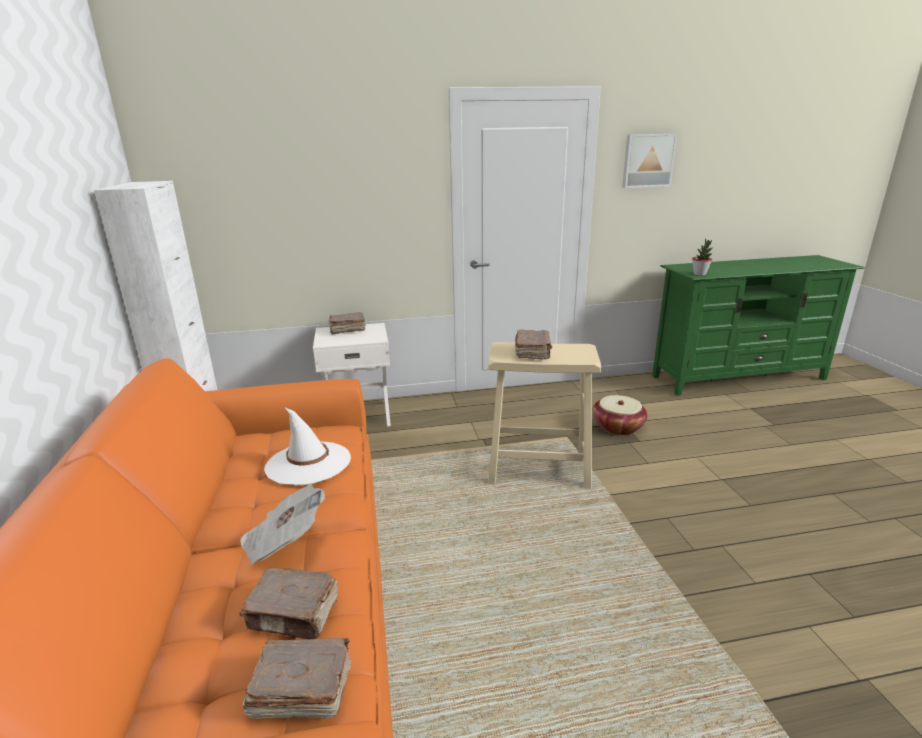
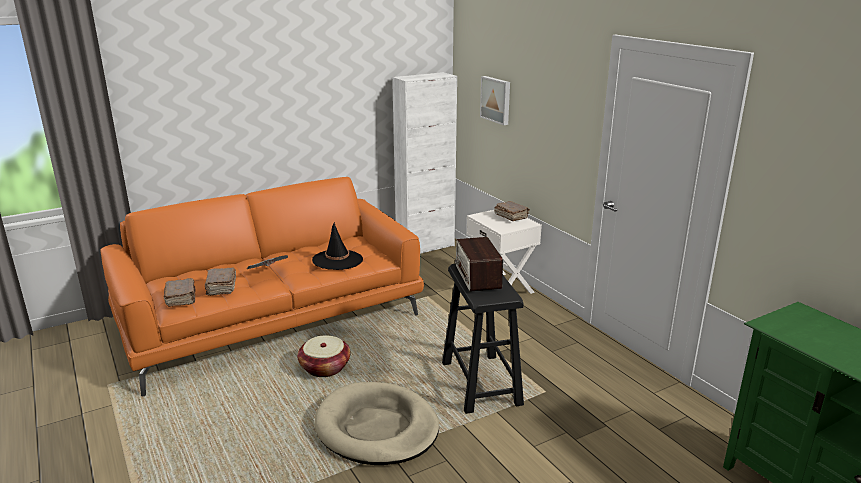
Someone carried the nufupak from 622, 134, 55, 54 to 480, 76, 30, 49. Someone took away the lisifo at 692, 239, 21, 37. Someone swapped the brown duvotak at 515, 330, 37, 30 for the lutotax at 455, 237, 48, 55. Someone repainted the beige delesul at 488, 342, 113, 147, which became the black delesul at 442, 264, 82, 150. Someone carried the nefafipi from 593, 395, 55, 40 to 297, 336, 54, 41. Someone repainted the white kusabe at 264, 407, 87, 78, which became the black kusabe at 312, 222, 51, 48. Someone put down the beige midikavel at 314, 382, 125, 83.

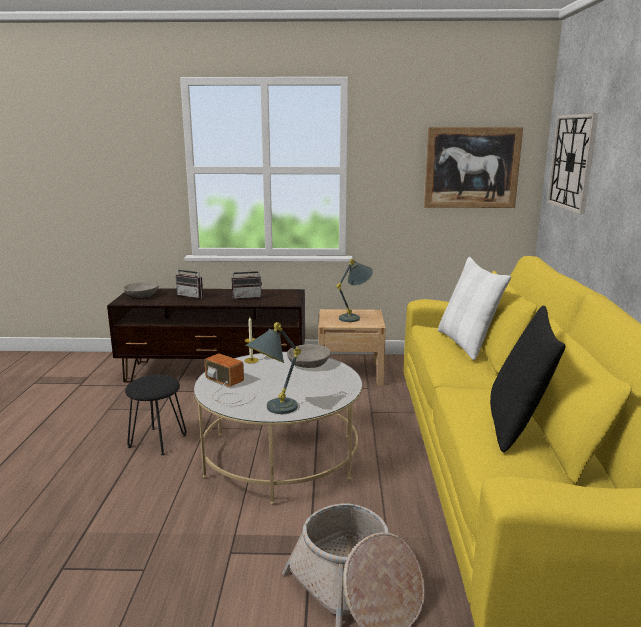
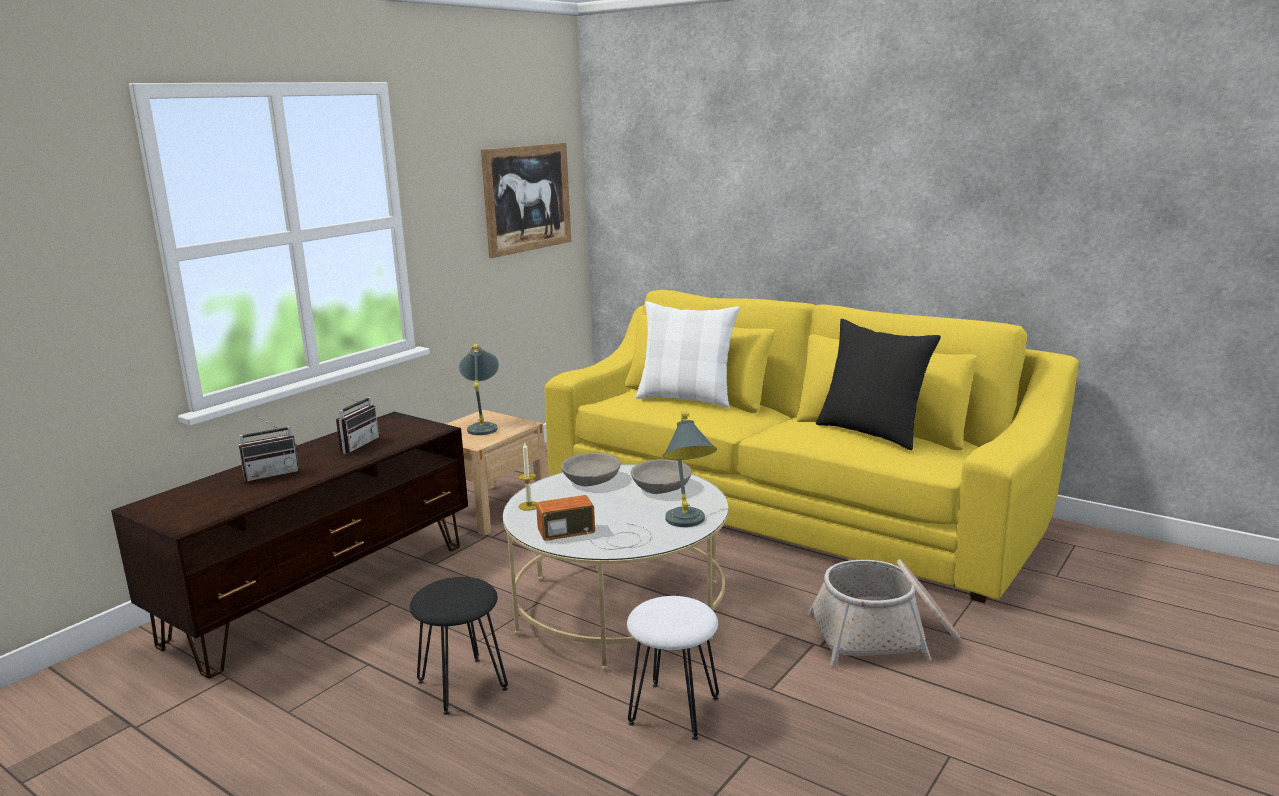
Someone took away the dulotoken at 547, 113, 51, 101. Someone carried the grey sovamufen from 123, 281, 36, 17 to 631, 459, 61, 35. Someone put down the white delesul at 627, 596, 92, 144.

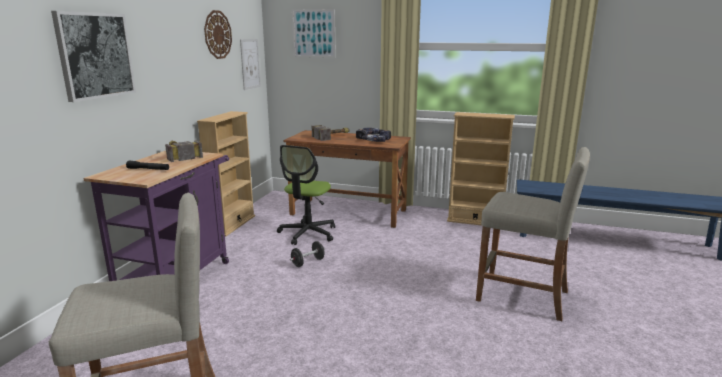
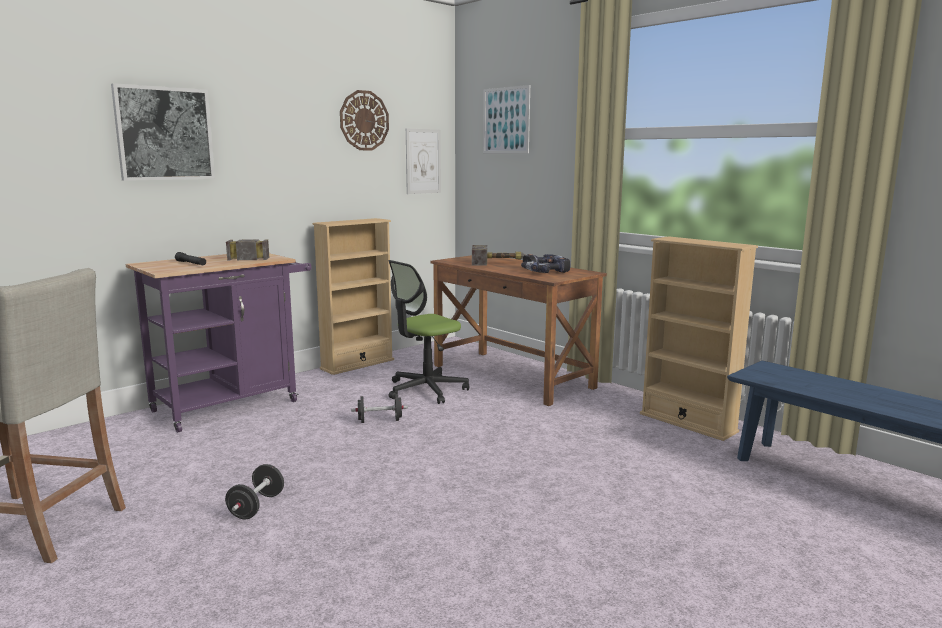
Someone took away the beige delesul at 476, 147, 114, 174. Someone put down the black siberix at 225, 464, 59, 55.

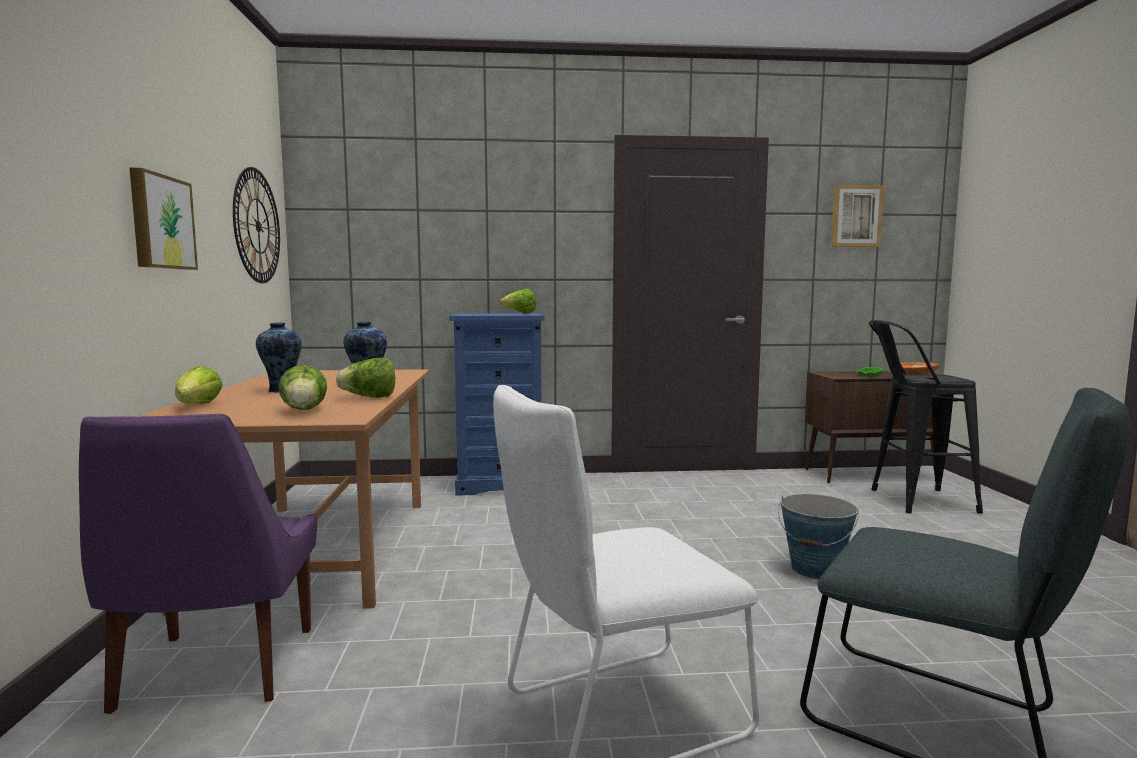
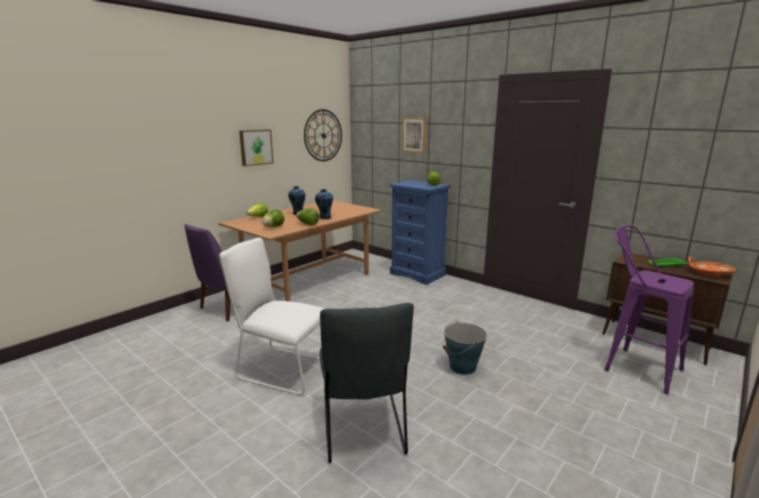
Someone carried the nufupak from 831, 185, 53, 62 to 402, 117, 25, 37. Someone repainted the black delesul at 869, 320, 114, 194, which became the purple delesul at 604, 225, 90, 169.

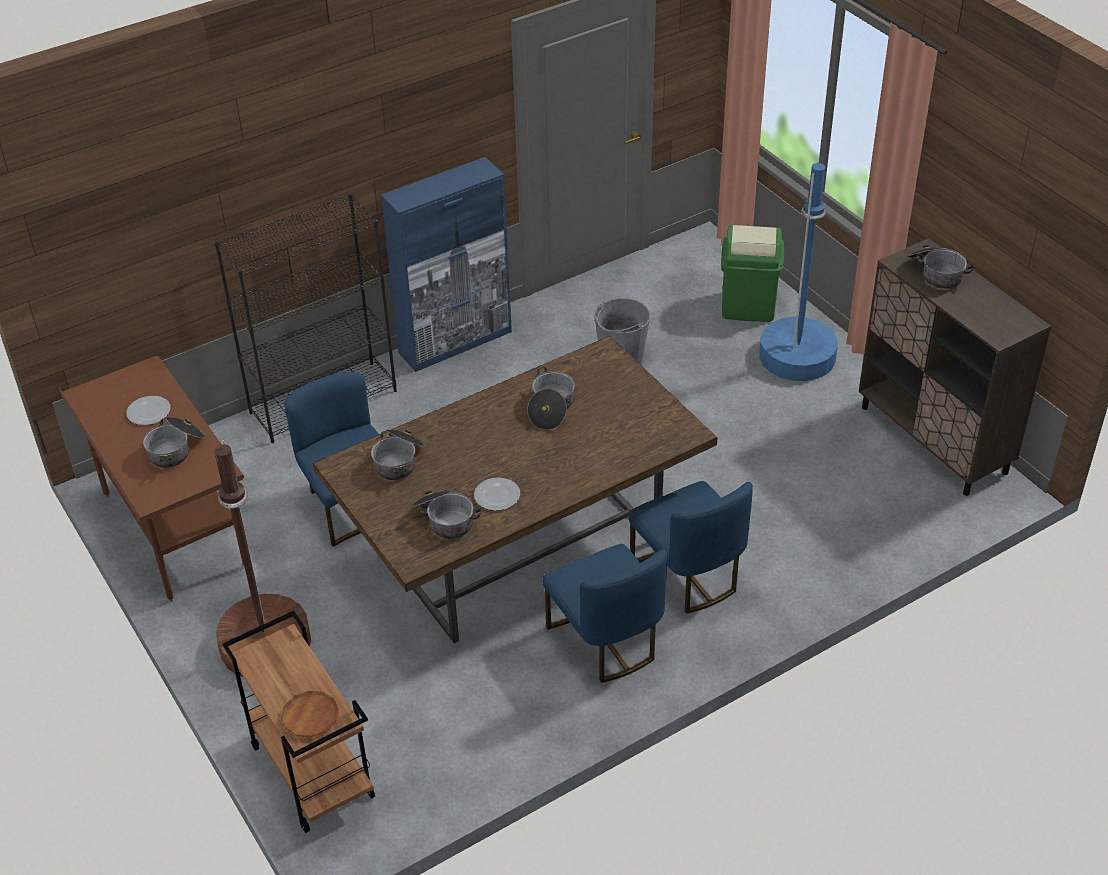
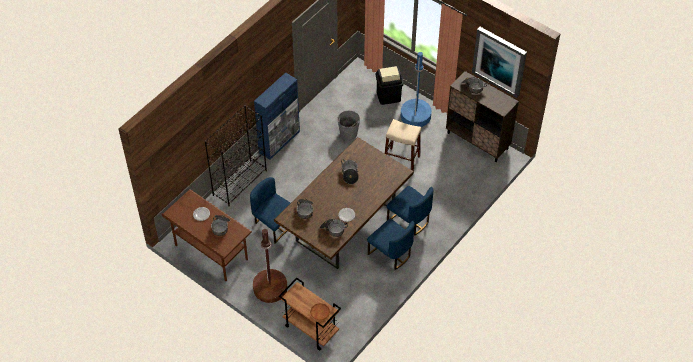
Someone repainted the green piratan at 721, 225, 63, 97, which became the black piratan at 376, 66, 27, 39. Someone put up the nufupak at 472, 27, 55, 71. Someone put down the beige delesul at 385, 119, 36, 52.

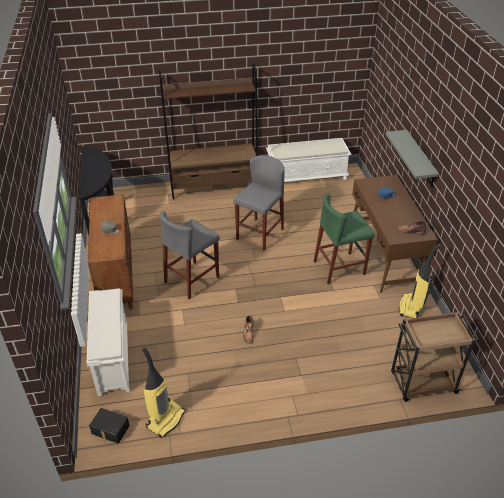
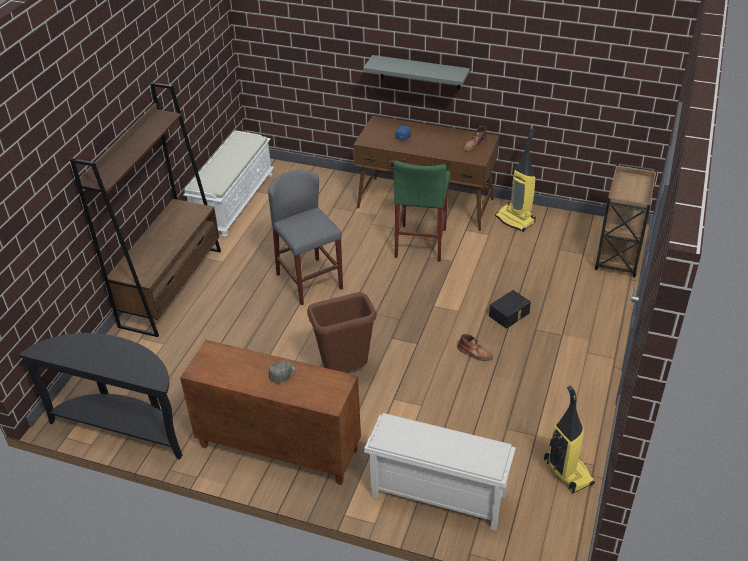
Someone swapped the grey delesul at 160, 211, 60, 89 for the brown piratan at 307, 292, 69, 80. Someone carried the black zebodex from 89, 408, 41, 36 to 489, 290, 42, 39.

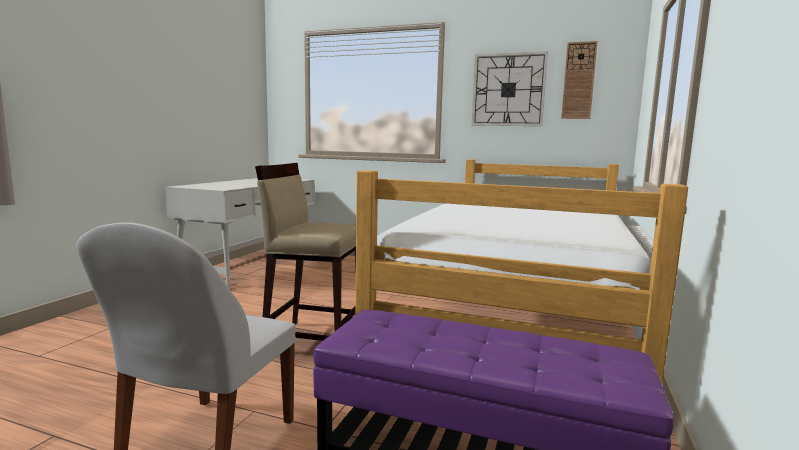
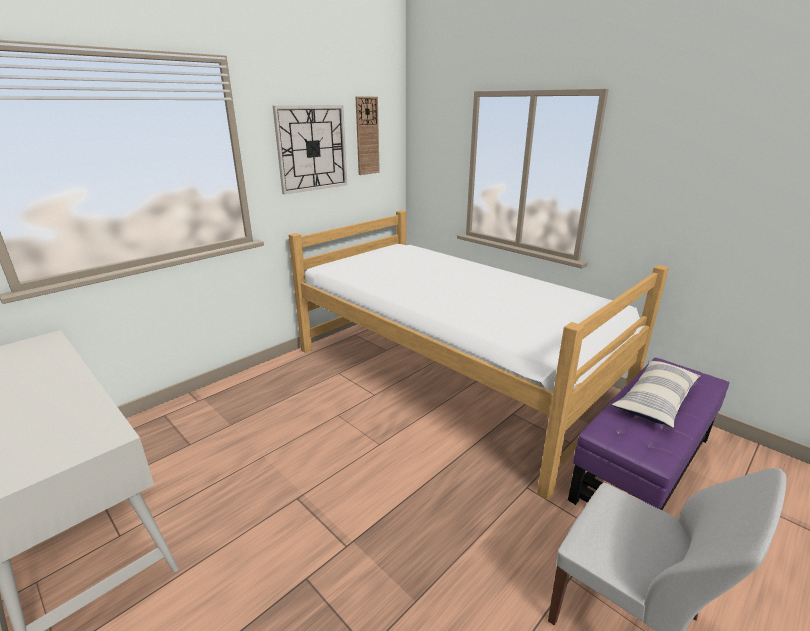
Someone took away the beige delesul at 255, 163, 101, 178. Someone put down the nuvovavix at 612, 360, 89, 68.

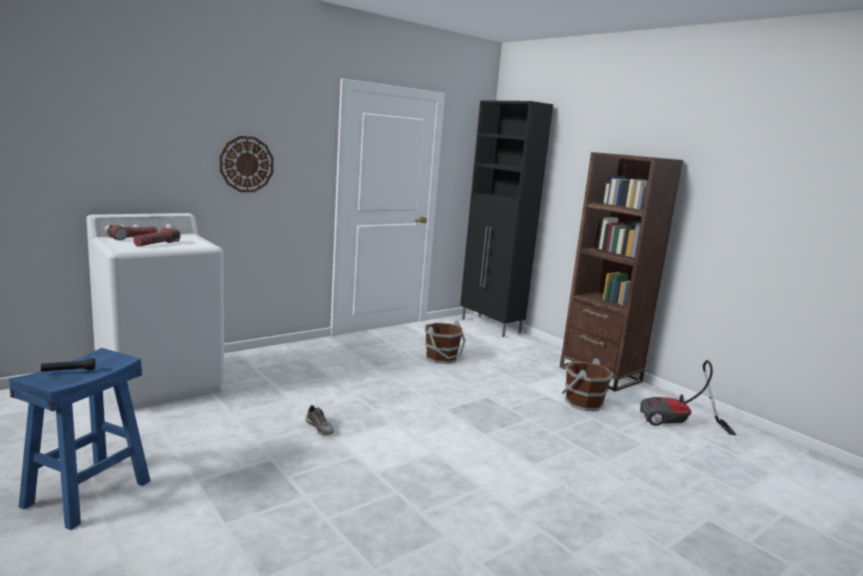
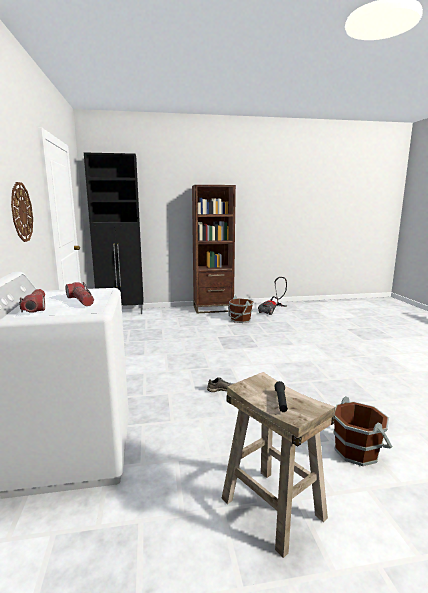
Someone carried the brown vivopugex from 425, 320, 41, 44 to 333, 396, 59, 70. Someone repainted the blue delesul at 9, 348, 142, 182, which became the beige delesul at 221, 372, 114, 186.

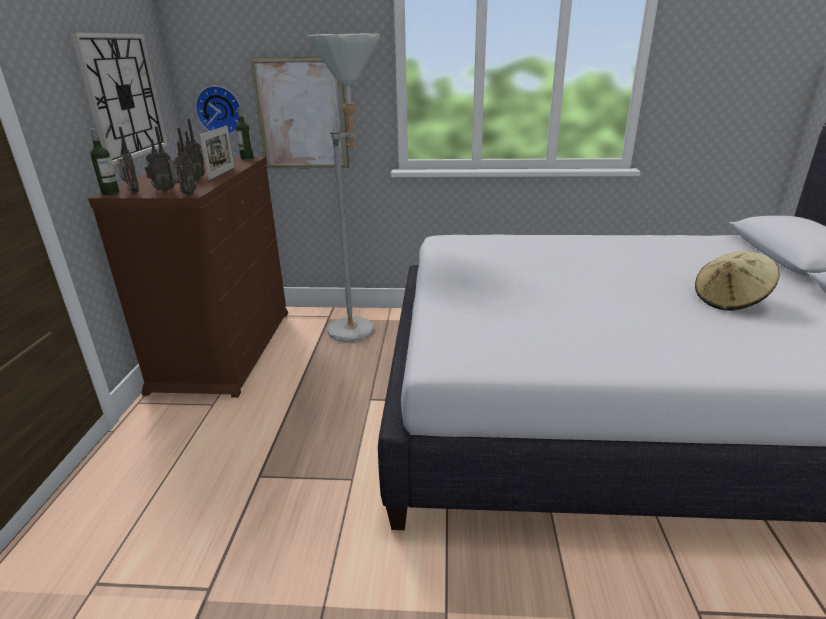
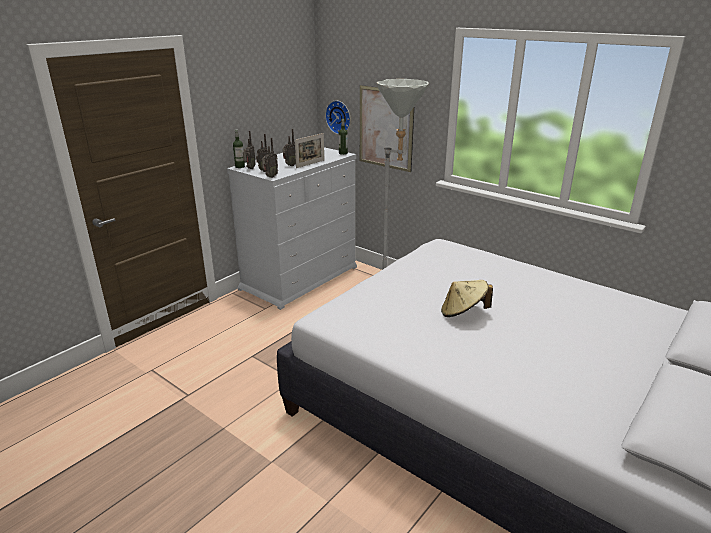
Someone took away the dulotoken at 70, 32, 98, 134. Someone repainted the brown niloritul at 88, 157, 200, 241, which became the white niloritul at 227, 147, 130, 163. Someone carried the beige kusabe from 695, 251, 84, 60 to 441, 280, 52, 37.

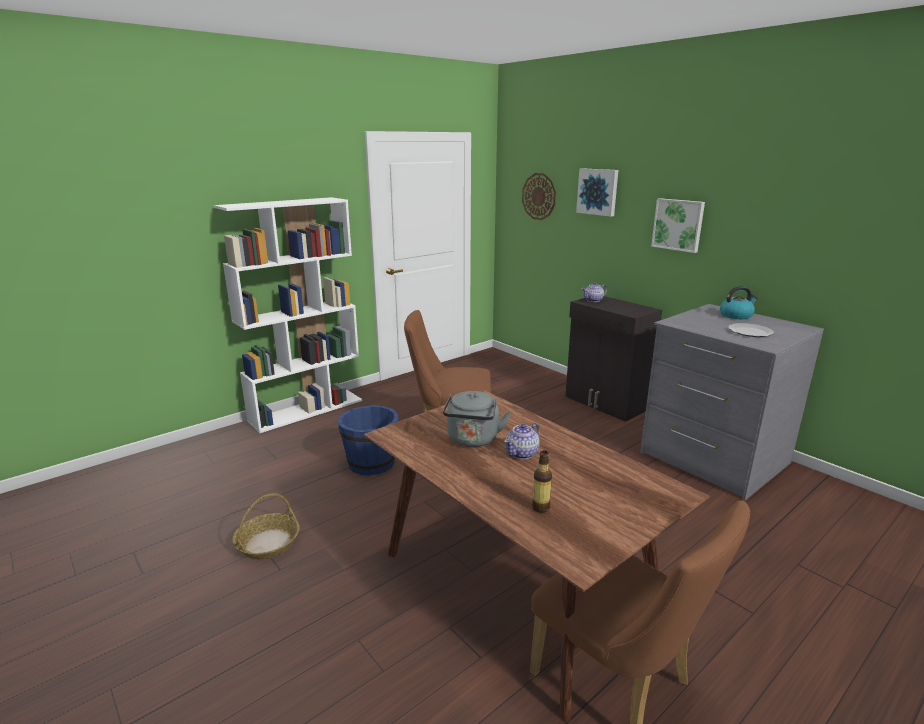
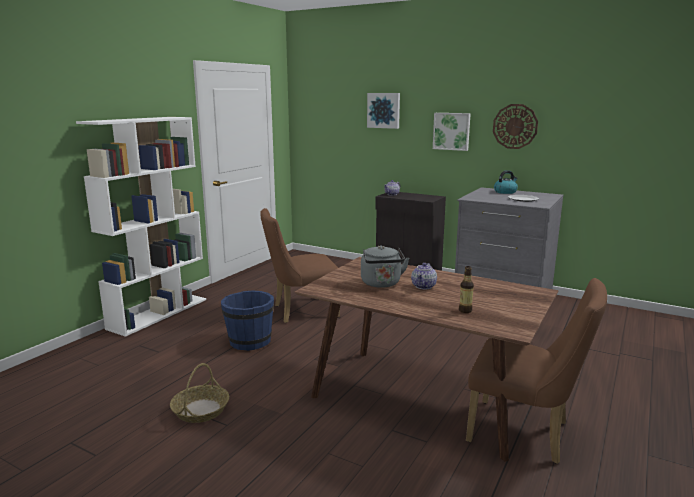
Someone carried the dulotoken from 522, 173, 34, 47 to 493, 104, 45, 45.

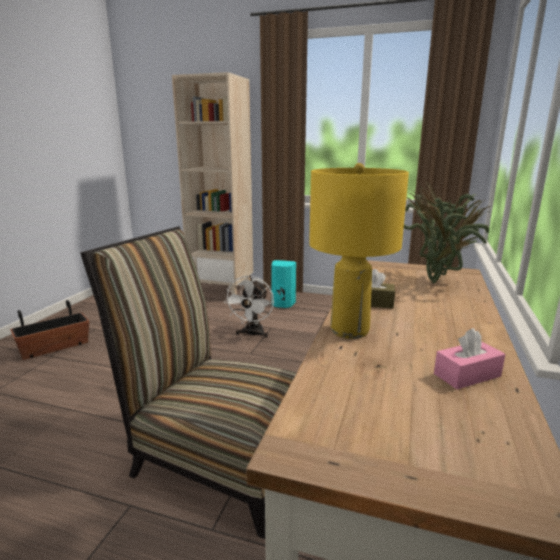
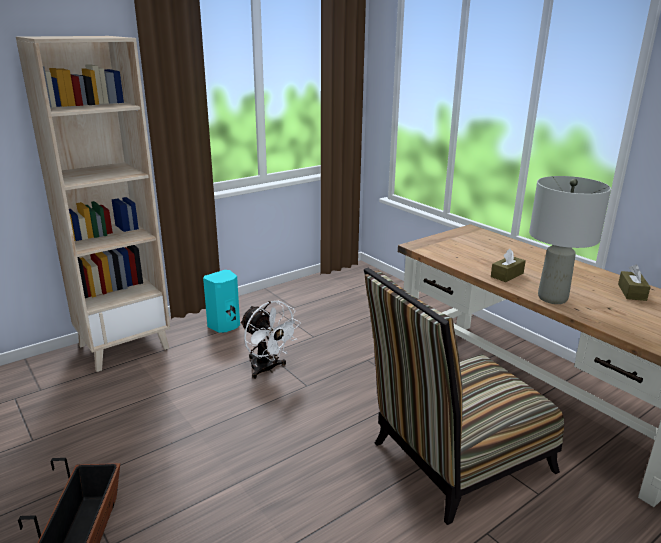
Someone repainted the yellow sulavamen at 309, 163, 100, 176, which became the grey sulavamen at 529, 176, 82, 128. Someone took away the lisifo at 404, 181, 87, 102. Someone repainted the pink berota at 434, 328, 71, 61, which became the brown berota at 618, 264, 32, 37.

